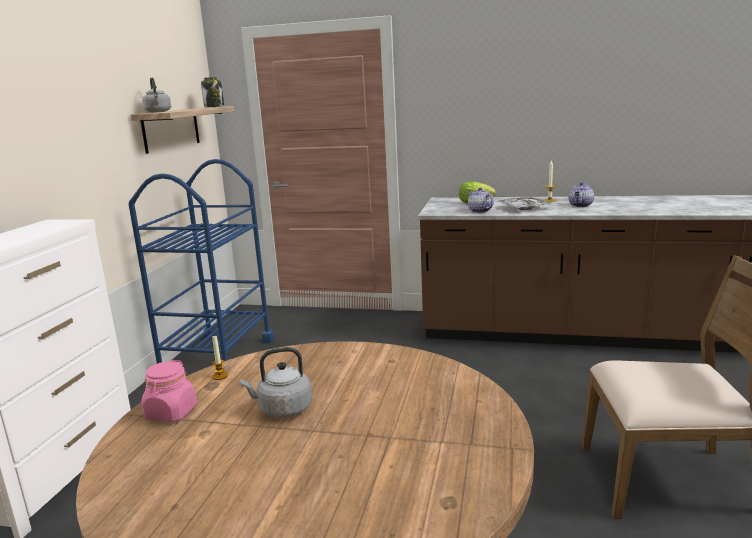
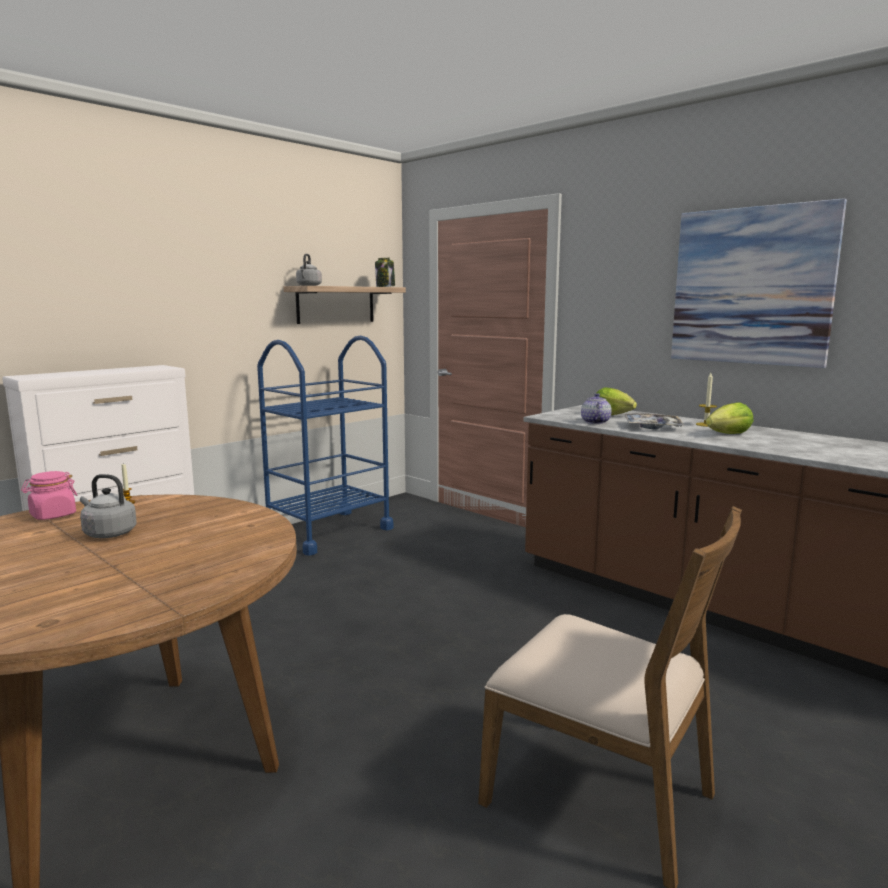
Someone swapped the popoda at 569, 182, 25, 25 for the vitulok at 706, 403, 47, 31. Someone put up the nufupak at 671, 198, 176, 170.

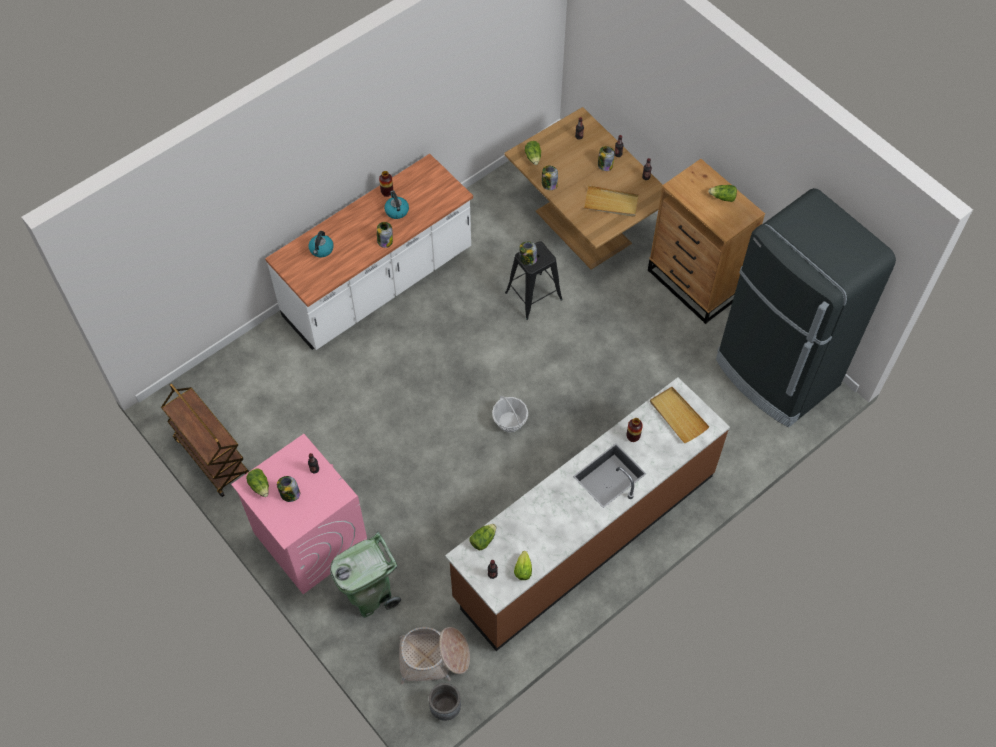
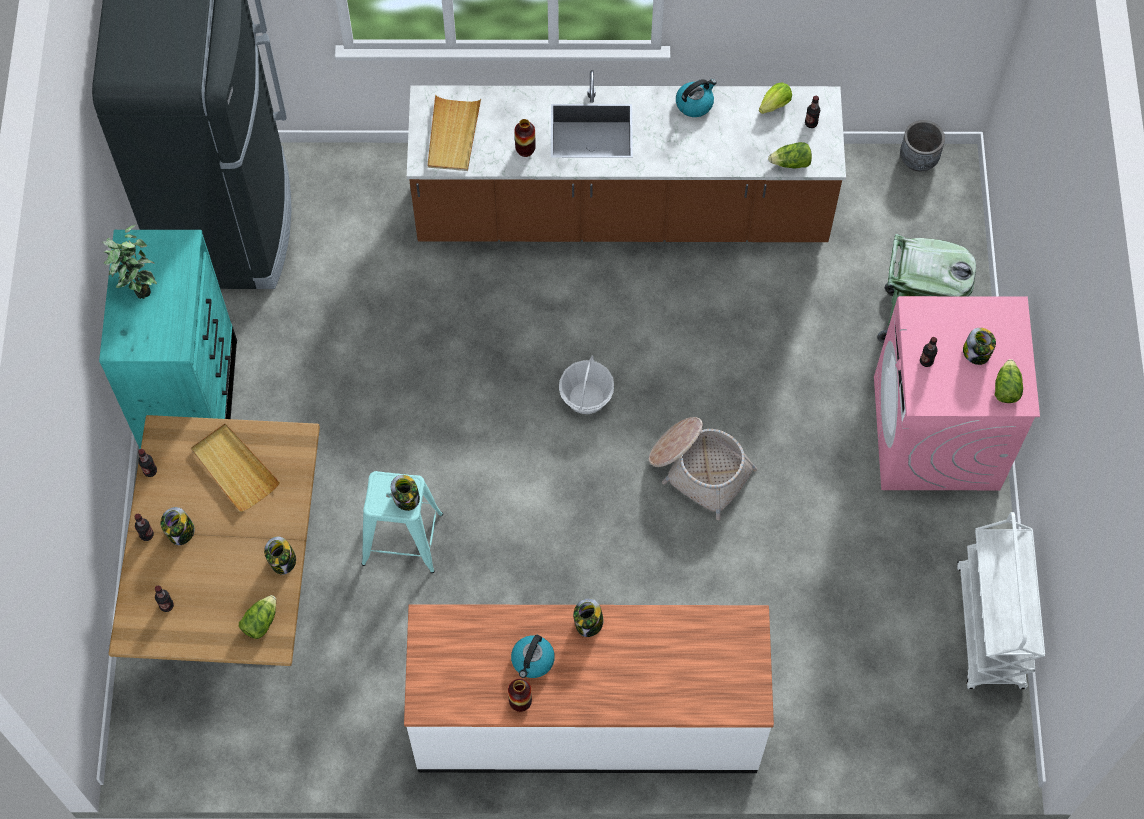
Someone repainted the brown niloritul at 648, 159, 117, 165, which became the turquoise niloritul at 99, 230, 138, 219. Someone swapped the vitulok at 708, 185, 29, 17 for the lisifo at 102, 224, 55, 75. Someone carried the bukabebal from 309, 231, 25, 27 to 676, 79, 41, 38. Someone repainted the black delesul at 505, 241, 58, 79, which became the turquoise delesul at 362, 471, 81, 102. Someone repainted the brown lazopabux at 161, 383, 88, 114, which became the white lazopabux at 957, 512, 88, 177. Someone carried the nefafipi from 399, 627, 71, 57 to 649, 417, 109, 103.

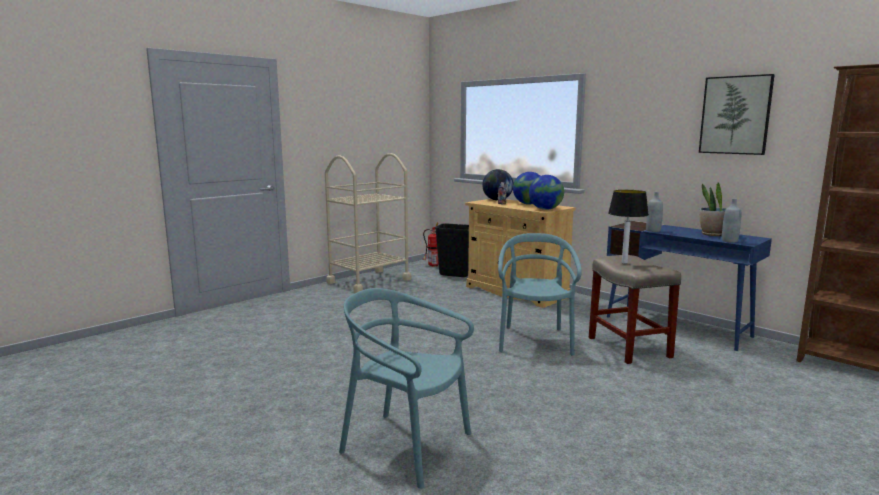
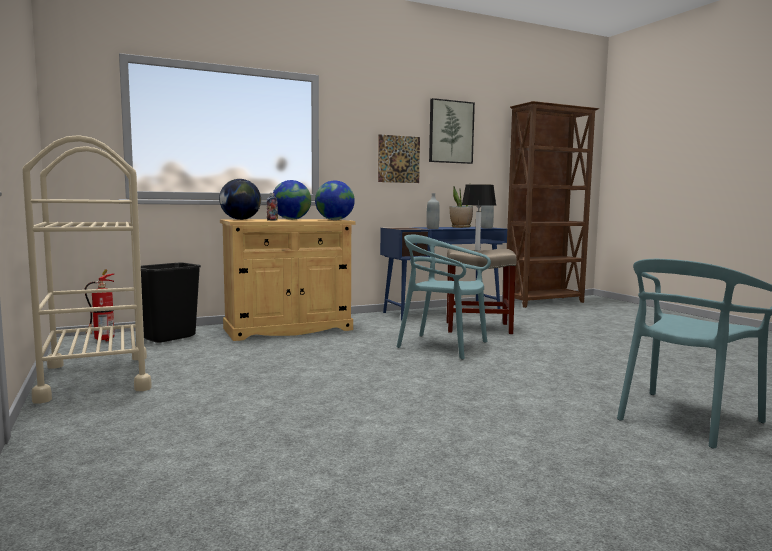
Someone put up the nufupak at 378, 134, 42, 49.

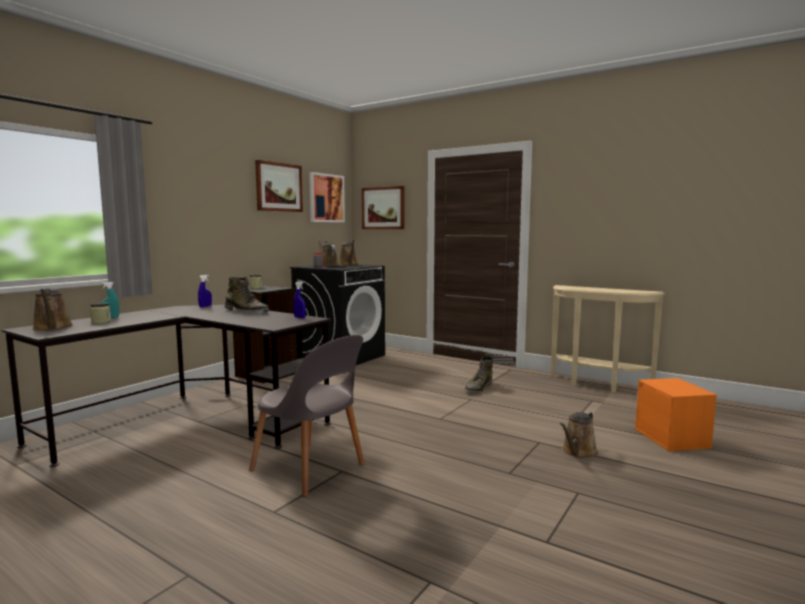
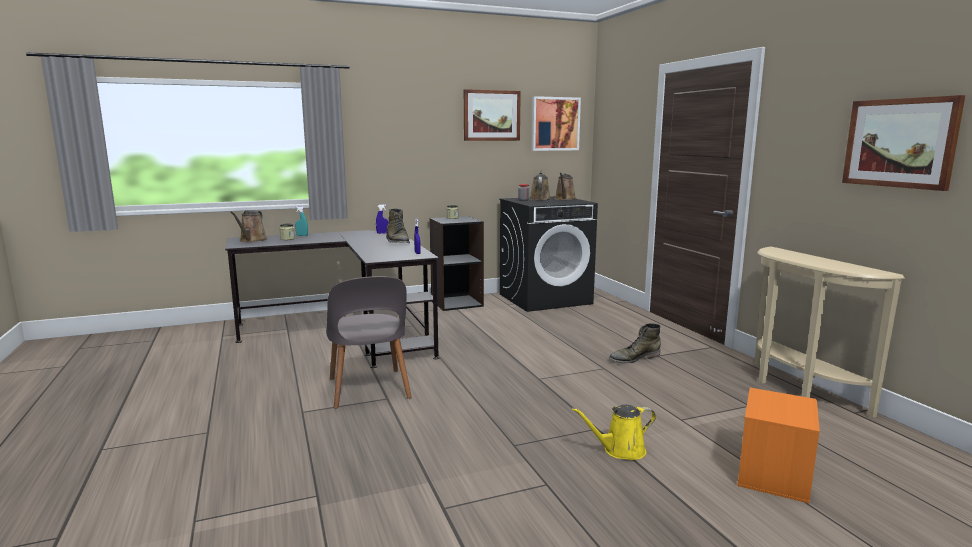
Someone carried the nufupak from 362, 186, 43, 43 to 842, 95, 123, 96. Someone repainted the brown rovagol at 560, 411, 38, 47, which became the yellow rovagol at 572, 404, 84, 56.

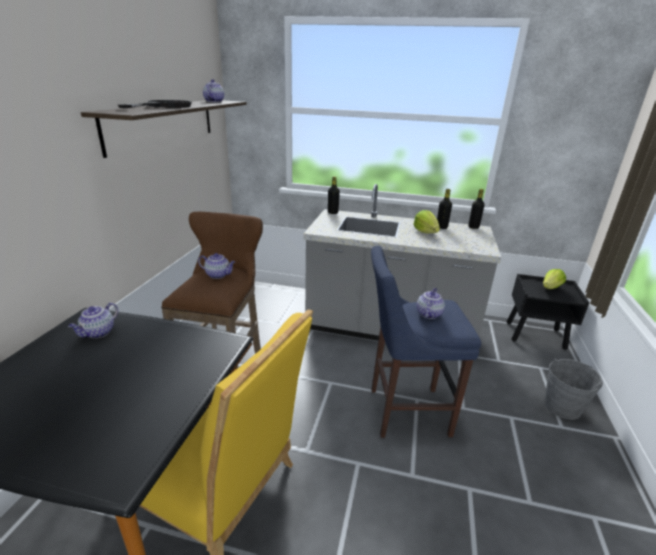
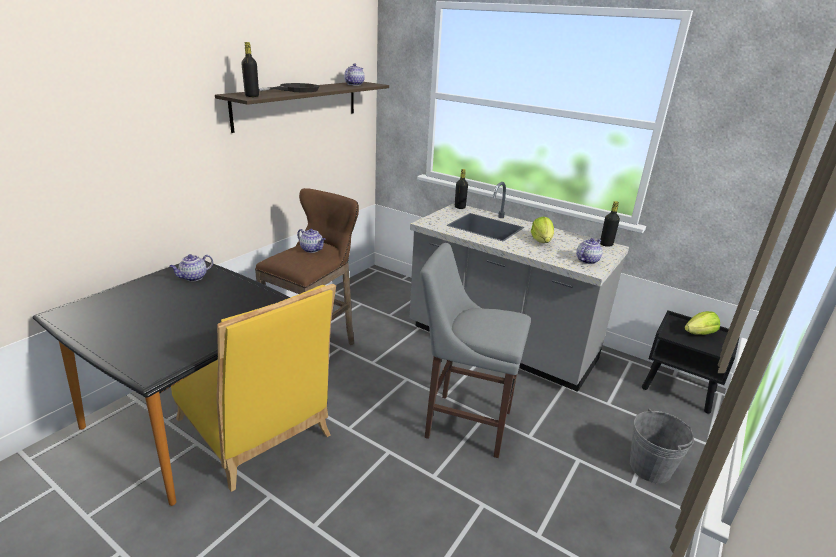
Someone carried the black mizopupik from 437, 189, 15, 40 to 241, 42, 18, 55. Someone repainted the blue delesul at 371, 246, 110, 192, which became the grey delesul at 420, 243, 111, 215. Someone carried the popoda from 417, 288, 28, 31 to 576, 238, 27, 26.

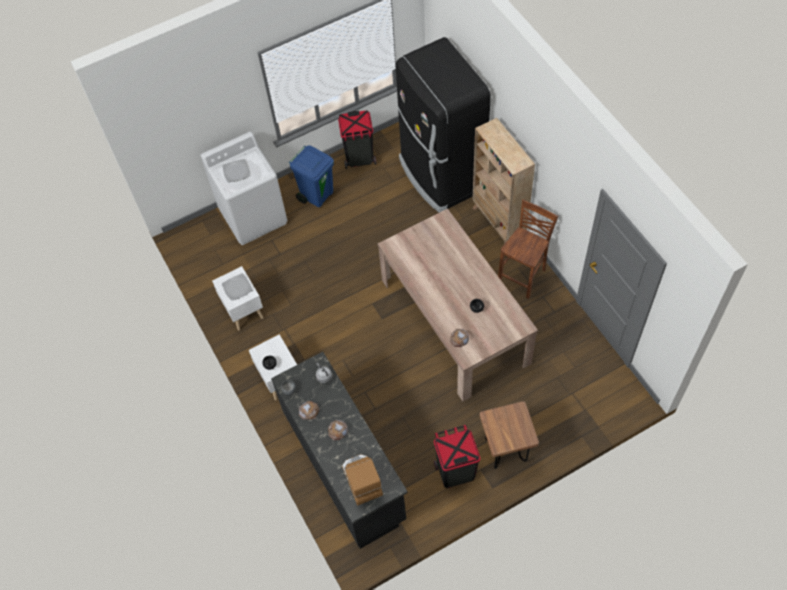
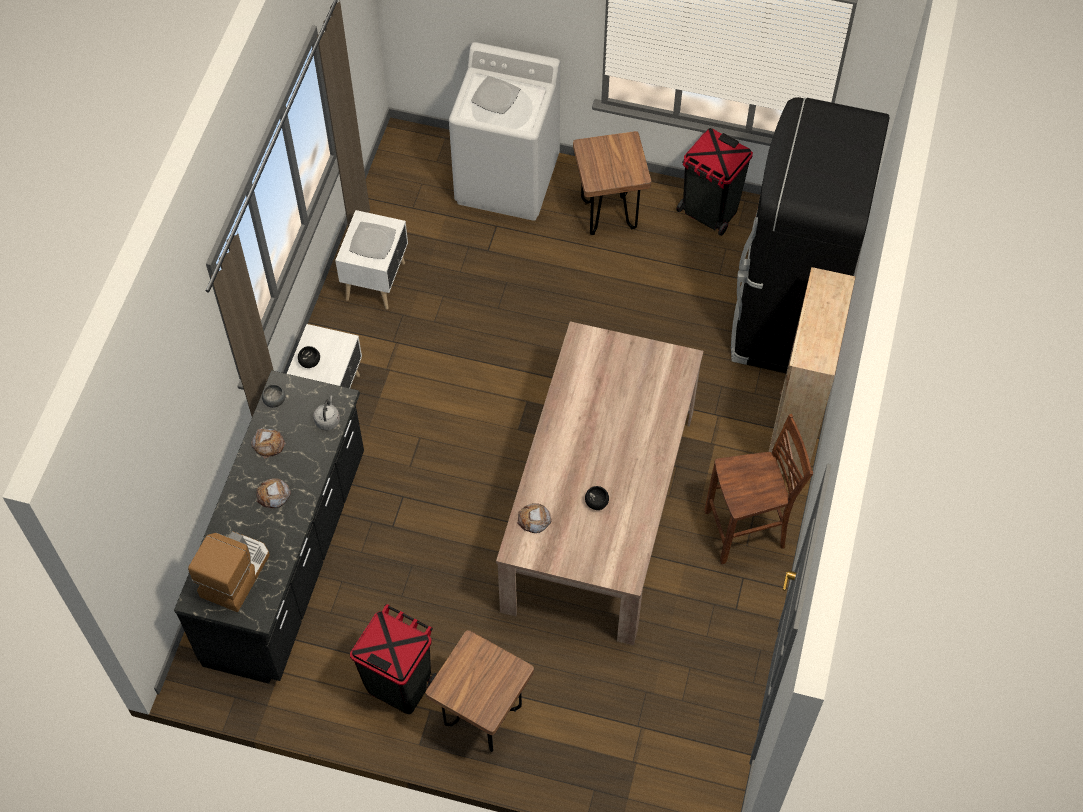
Someone swapped the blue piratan at 289, 145, 45, 62 for the brown delesul at 573, 131, 78, 104.

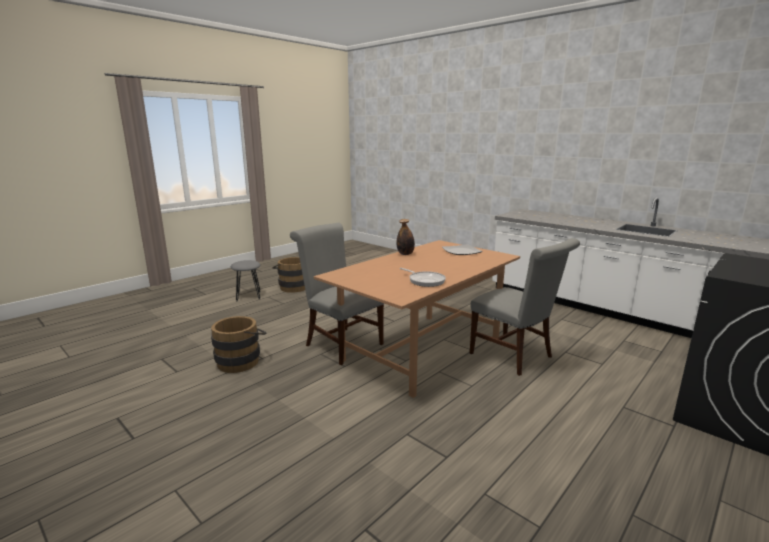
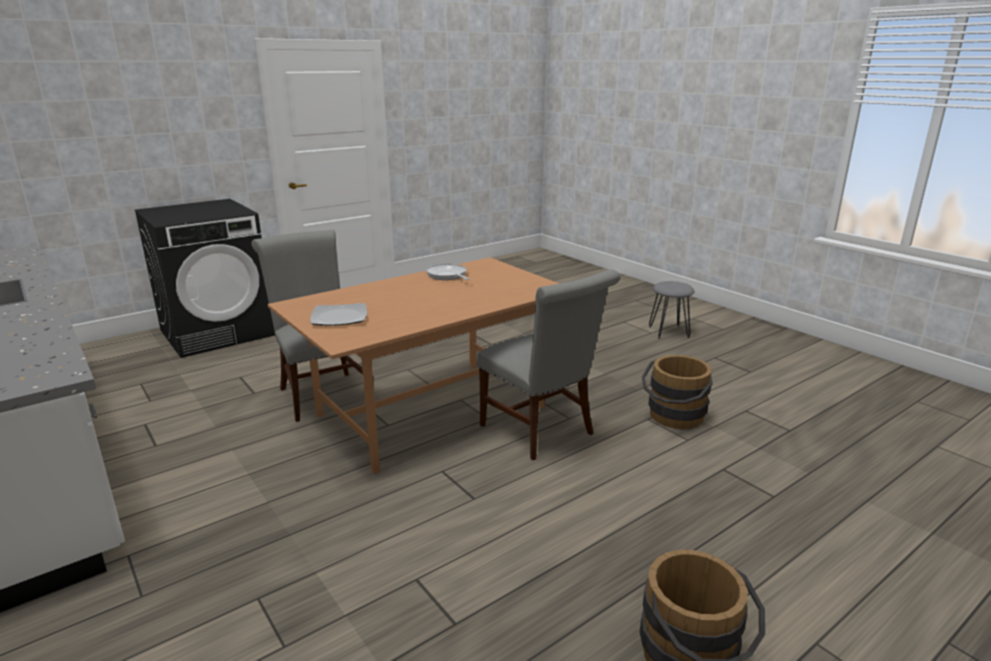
Someone took away the mizopupik at 396, 219, 19, 36. Someone carried the grey delesul from 231, 260, 29, 41 to 649, 281, 46, 58.

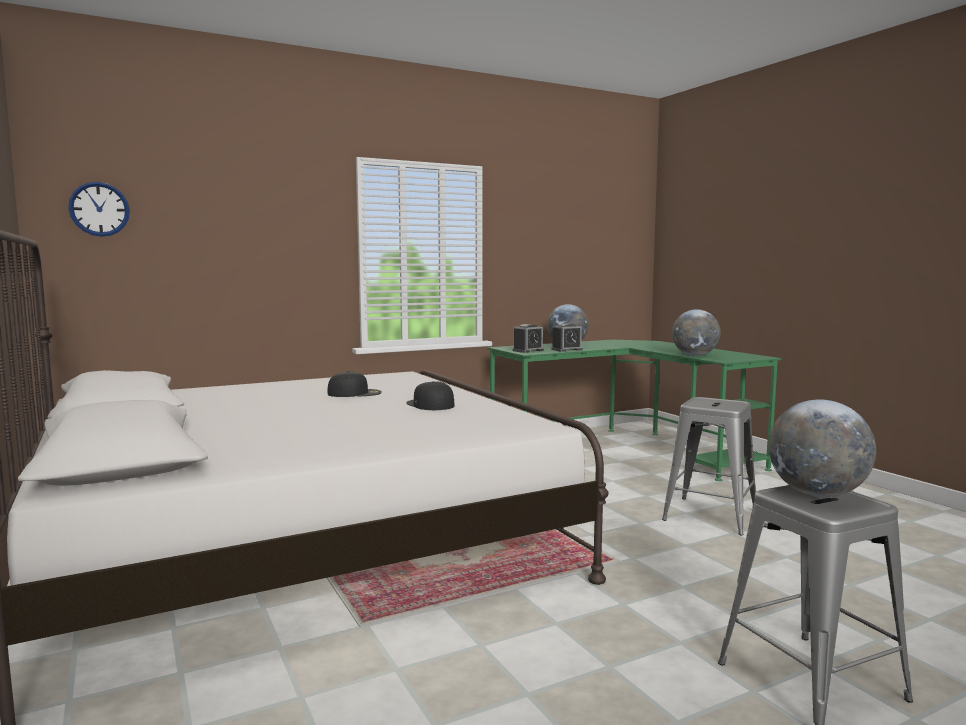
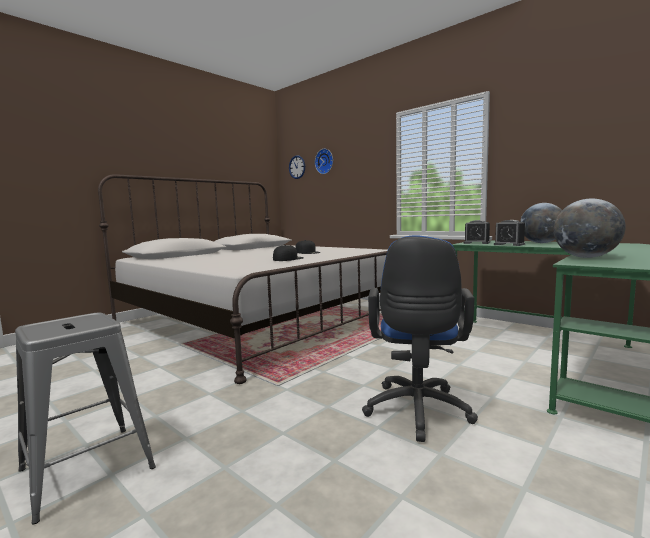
Someone swapped the grey delesul at 662, 397, 94, 139 for the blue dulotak at 362, 236, 116, 206. Someone took away the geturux at 768, 399, 108, 98. Someone put up the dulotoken at 315, 149, 18, 25.

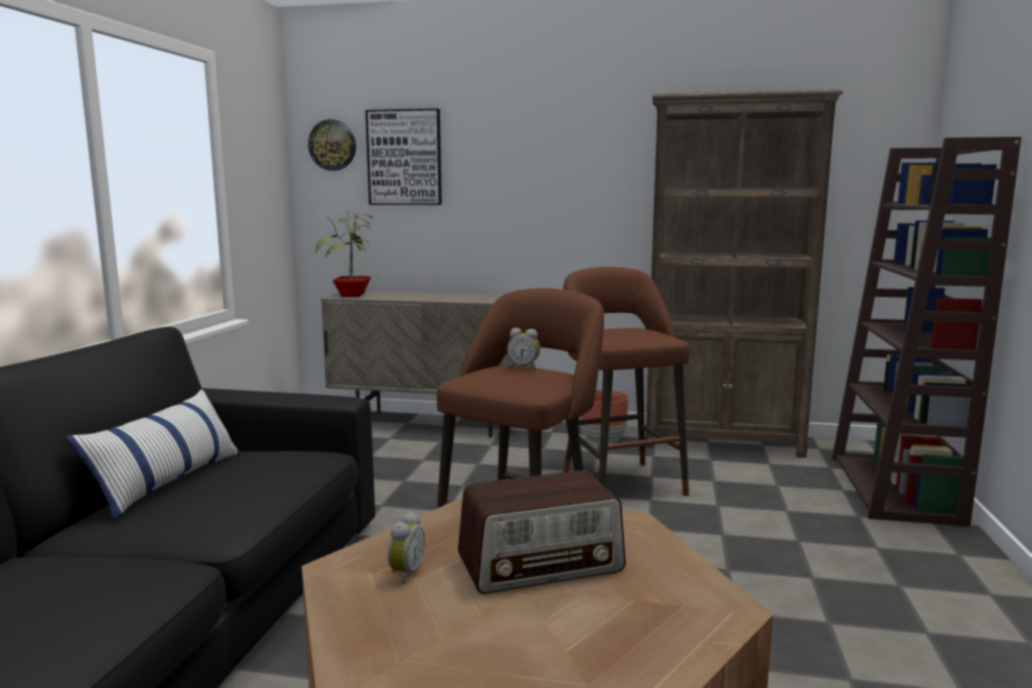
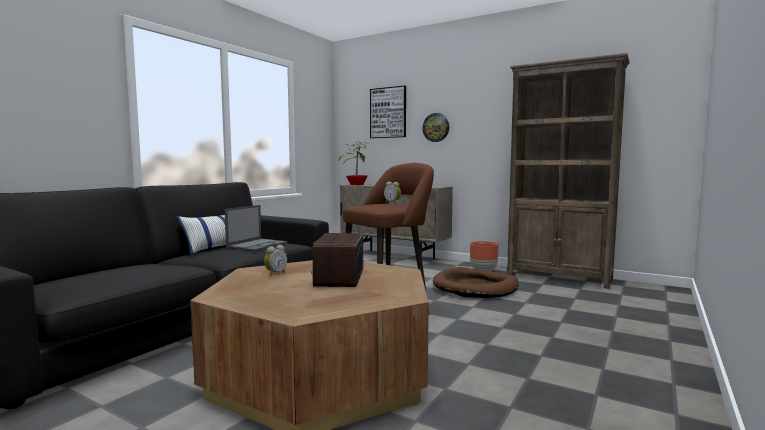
Someone carried the dulotoken from 308, 119, 48, 52 to 422, 113, 27, 29. Someone took away the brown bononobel at 832, 137, 189, 390. Someone swapped the brown delesul at 563, 267, 127, 229 for the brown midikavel at 433, 267, 86, 31. Someone rotated the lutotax at 458, 470, 168, 124 by 90 degrees clockwise. Someone put down the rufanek at 225, 205, 63, 46.

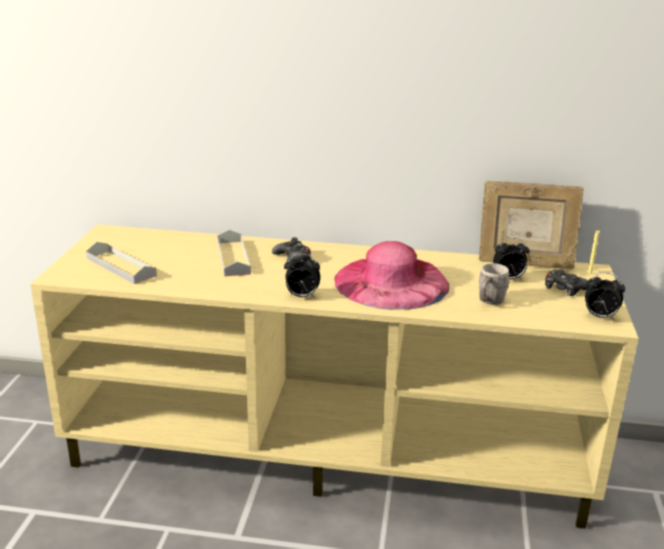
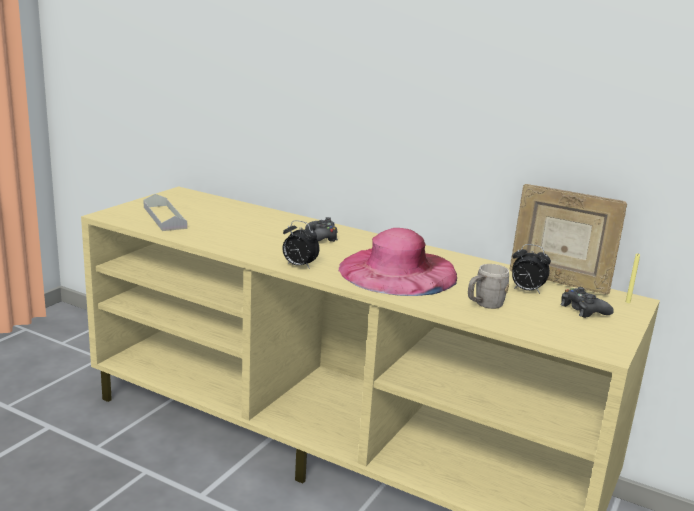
Someone took away the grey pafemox at 217, 230, 34, 46. Someone took away the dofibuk at 585, 273, 40, 47.

